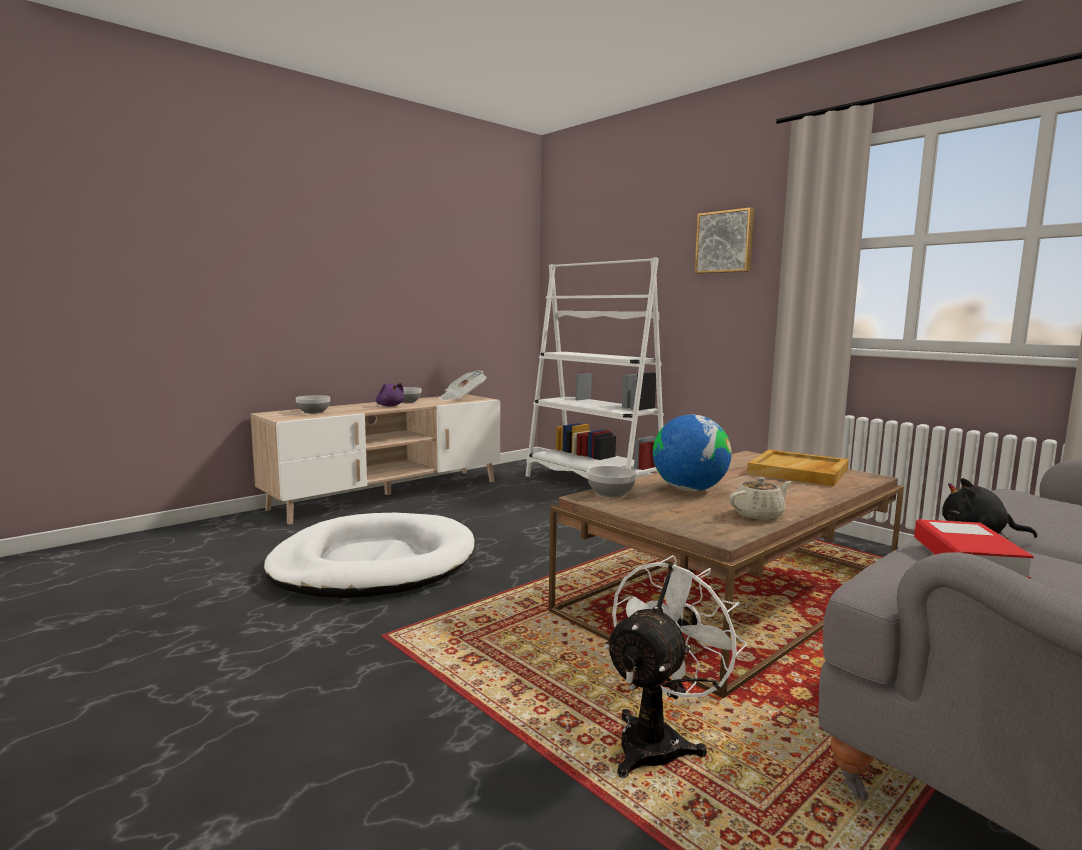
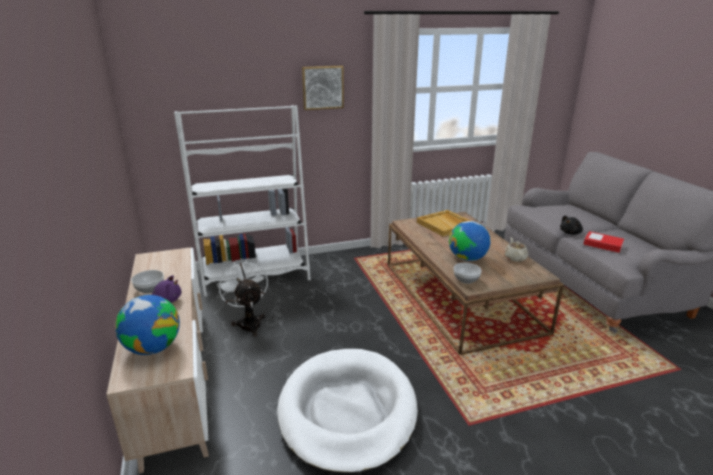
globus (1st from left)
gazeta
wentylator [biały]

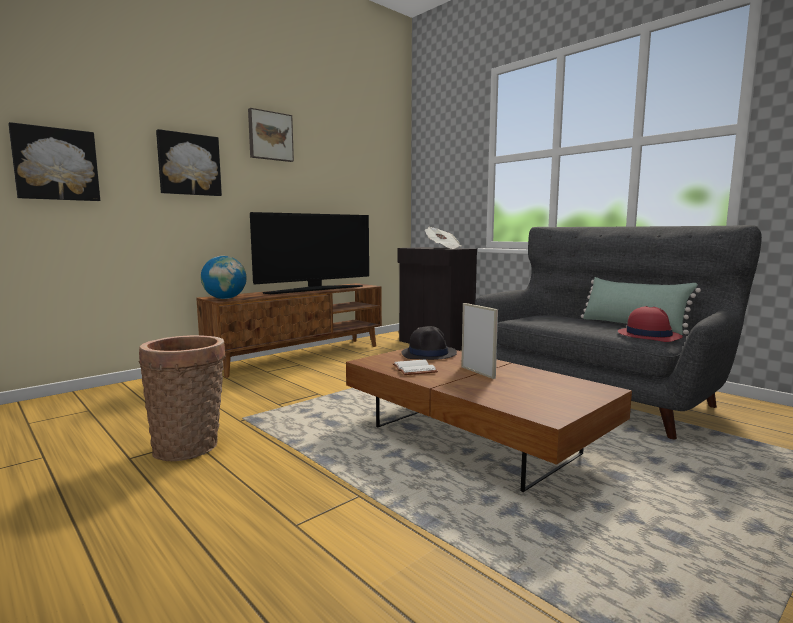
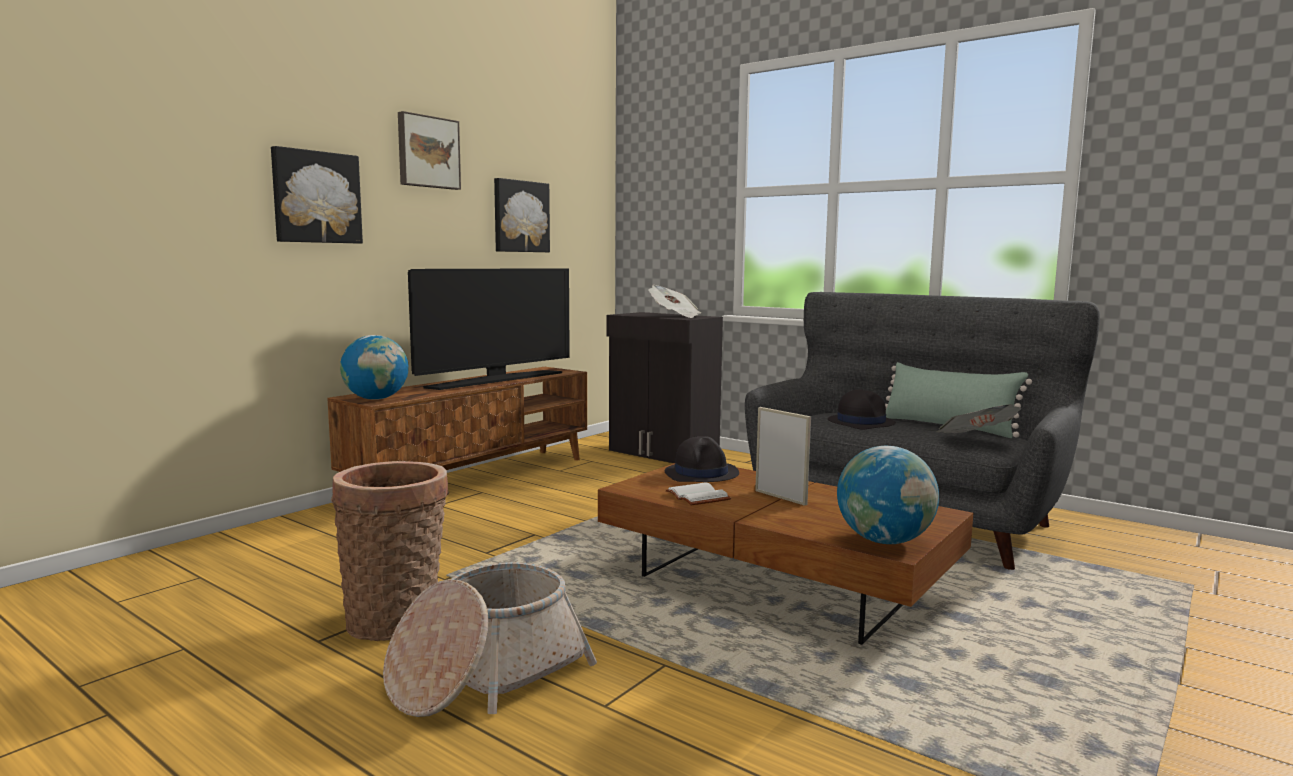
obraz (3rd from left)
gazeta (2nd from left)
koszyk (2nd from left)
kapelusz [czarny] (2nd from left)
globus (2nd from left)

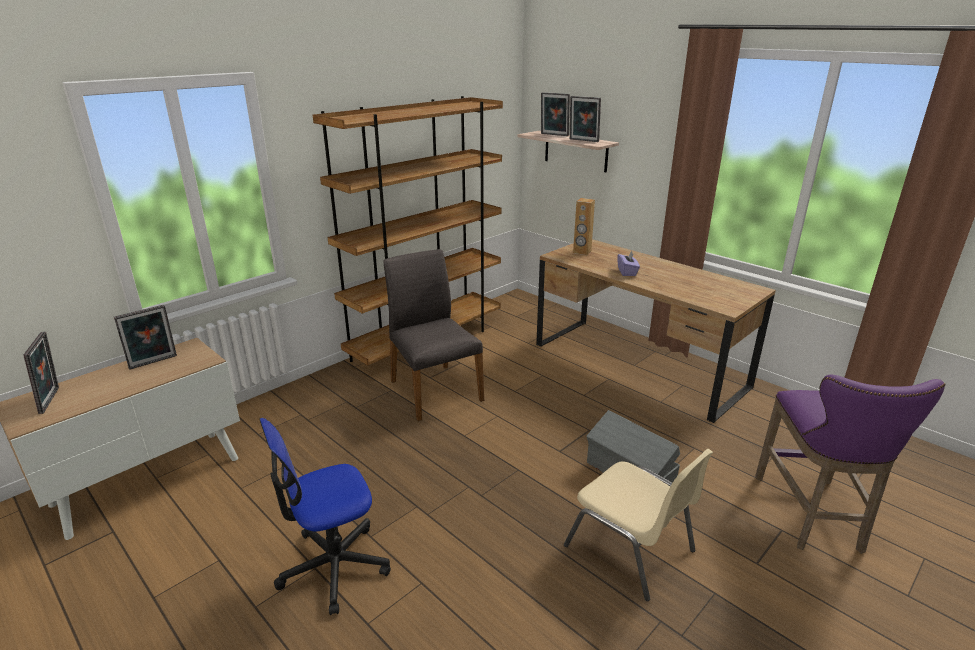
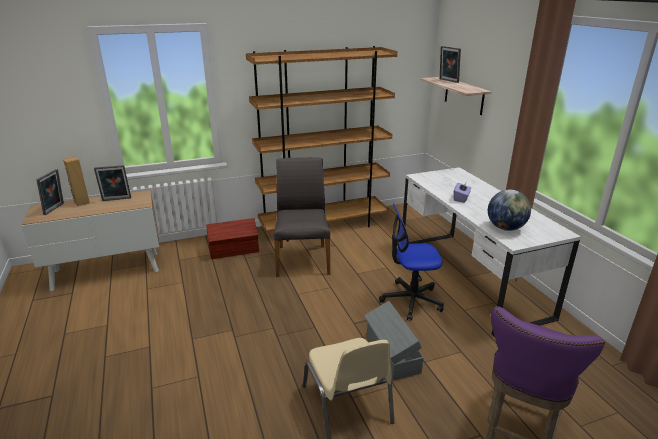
krzesło biurowe
biurko [biały]
ramka na zdjęcie (4th from left in the first image)
głośnik [brązowy]
pojemnik do przechowywania [brązowy]
globus

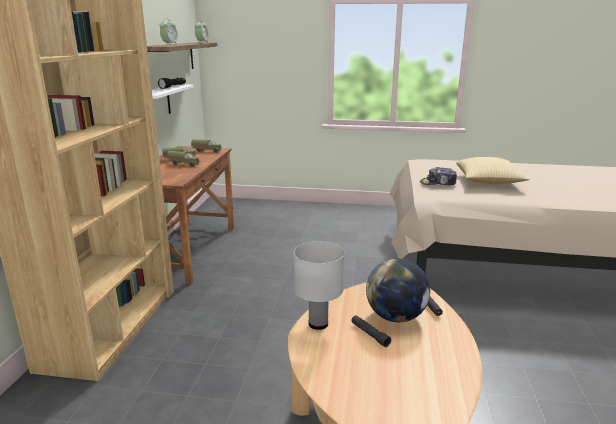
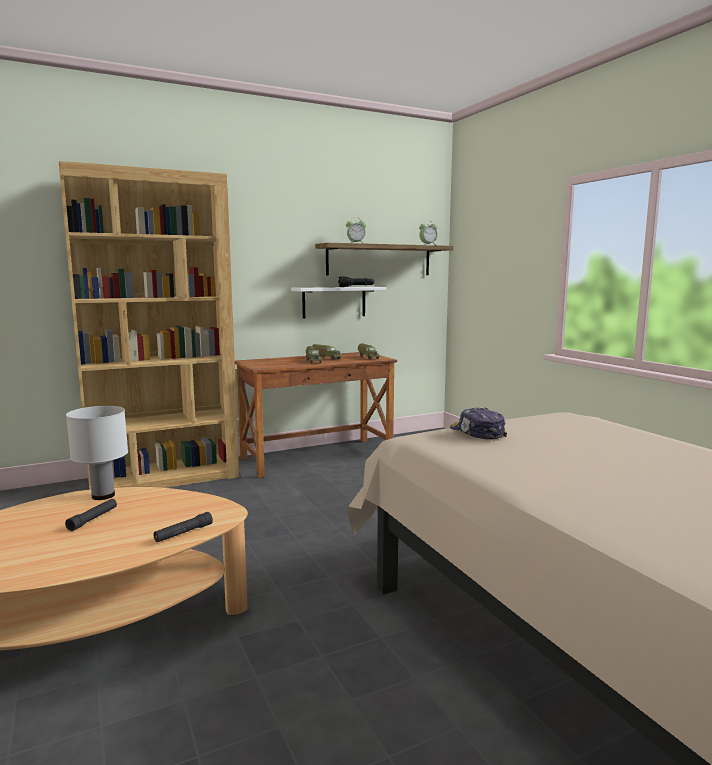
globus
poduszka

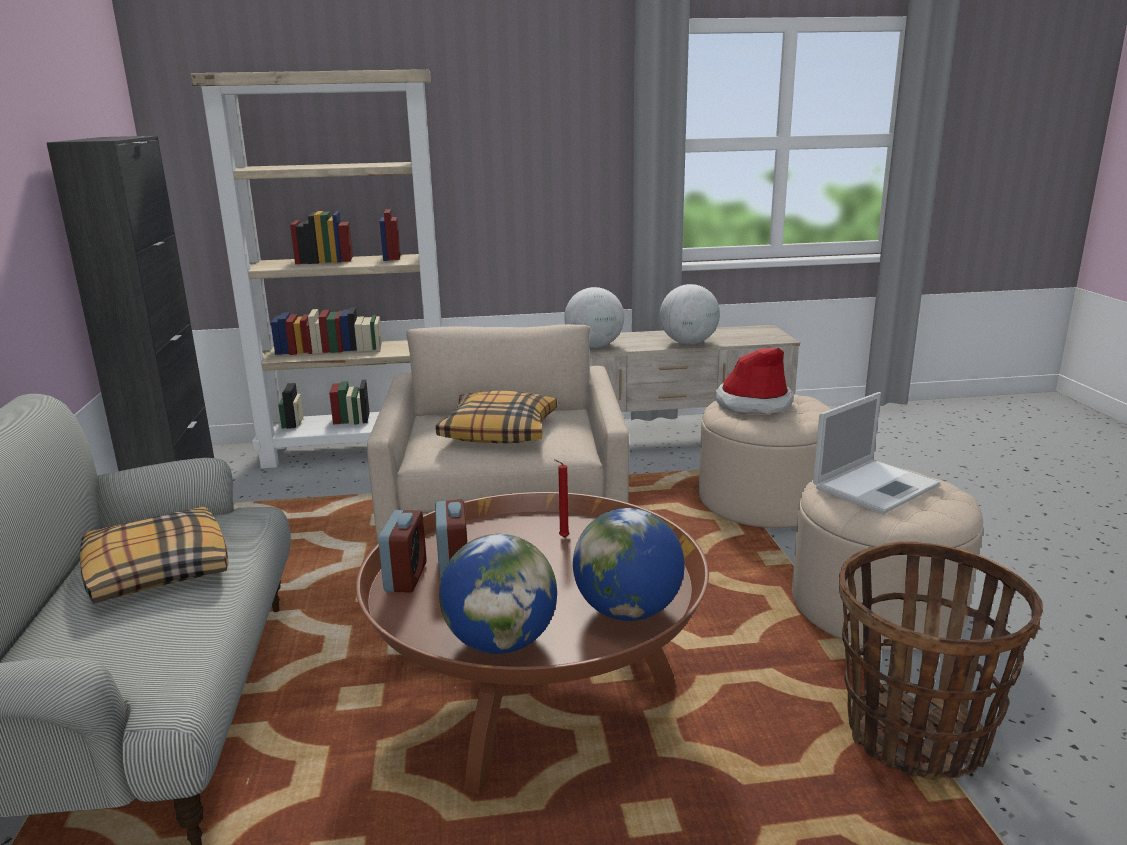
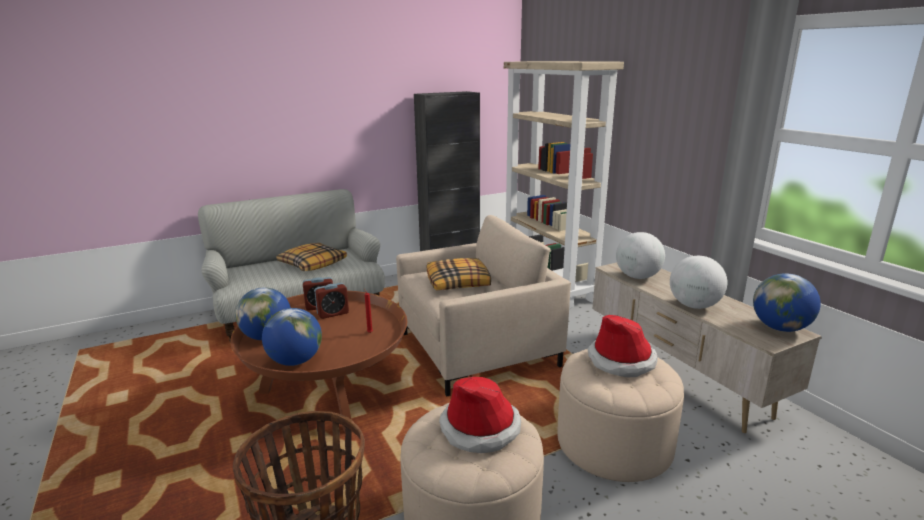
kapelusz (1st from left)
globus (5th from left)

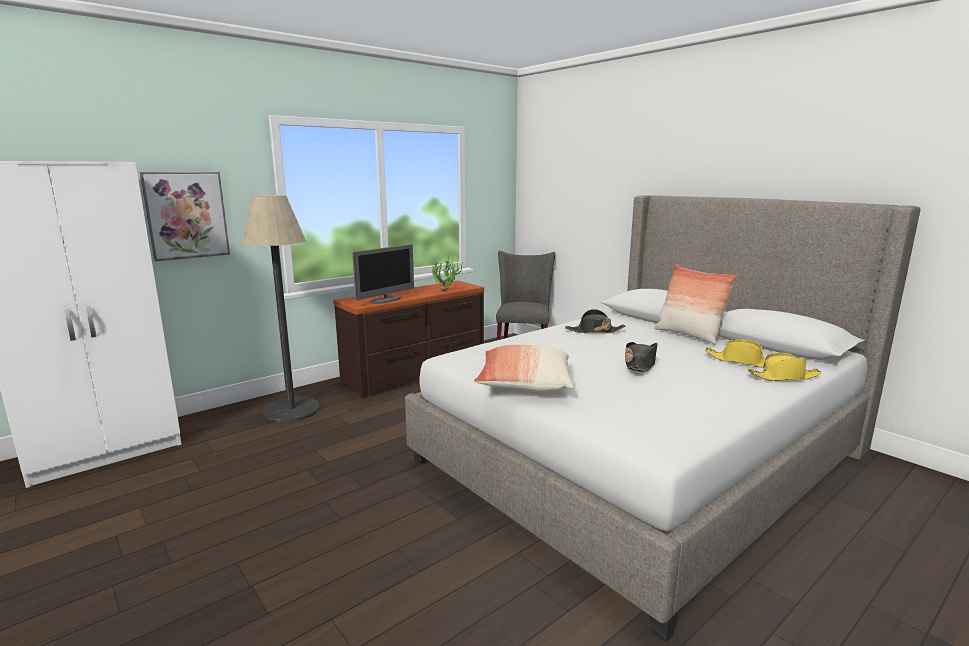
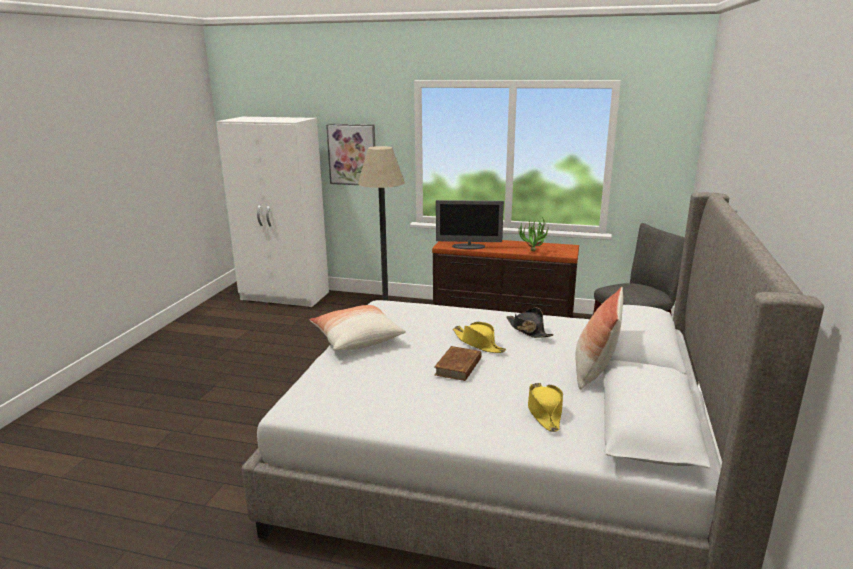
książka [brązowy]
kapelusz [żółty] (1st from left)

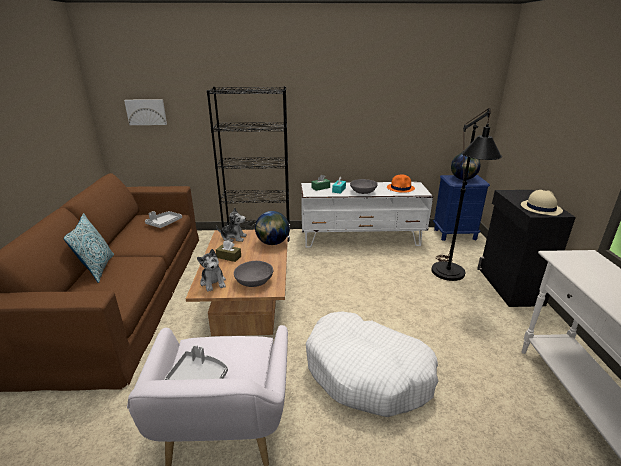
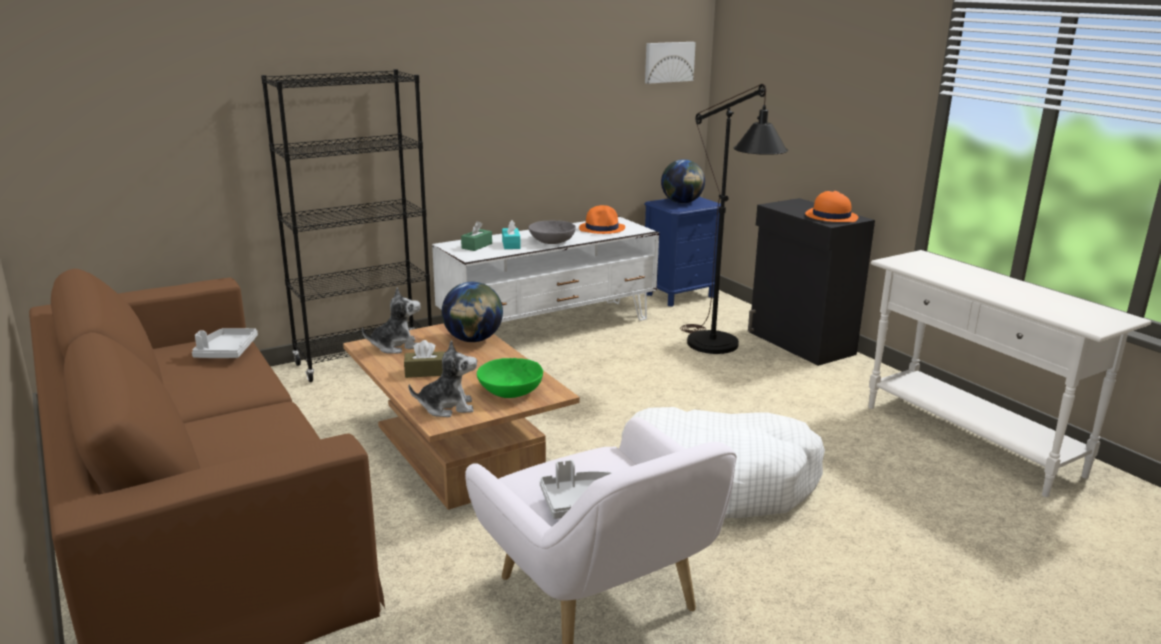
poduszka
obraz
pluszak (2nd from left)
miska [zielony]
kapelusz [pomarańczowy] (2nd from left)

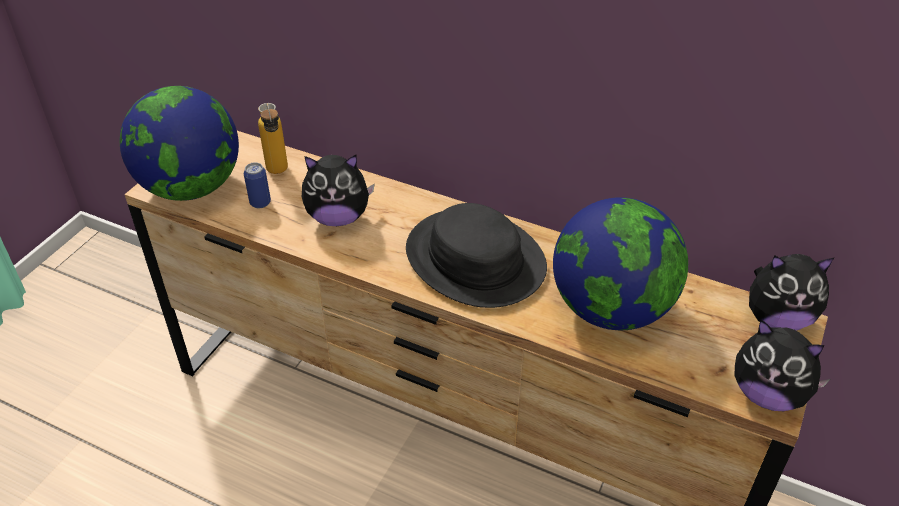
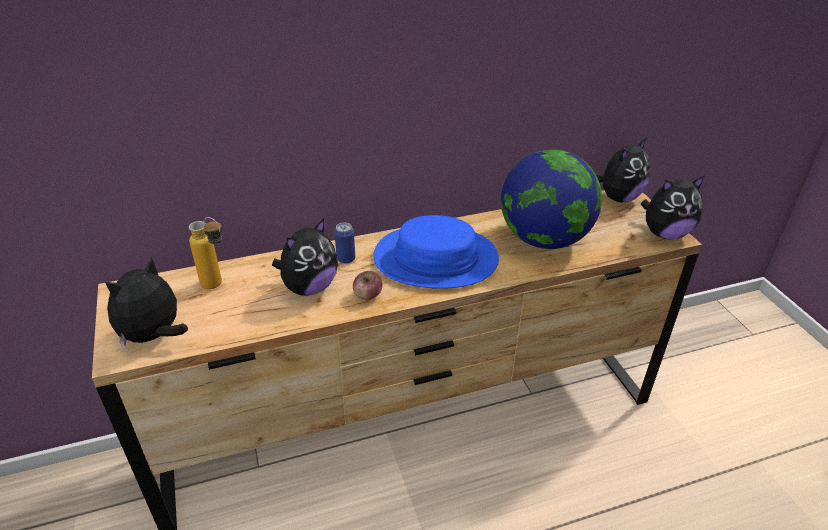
pluszak (1st from left)
puszka
kapelusz [niebieski]
jabłko

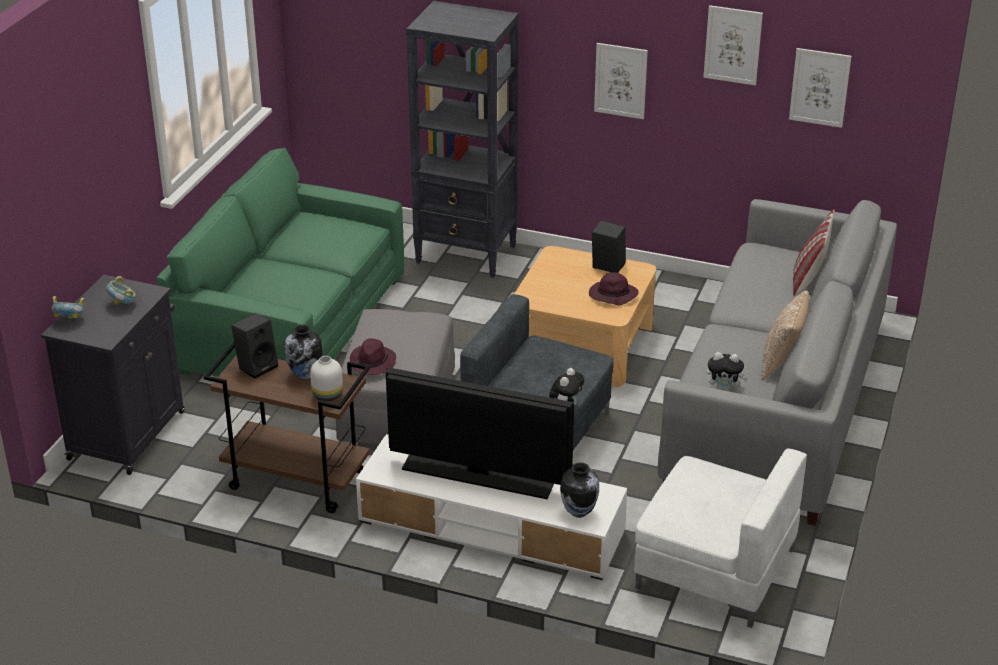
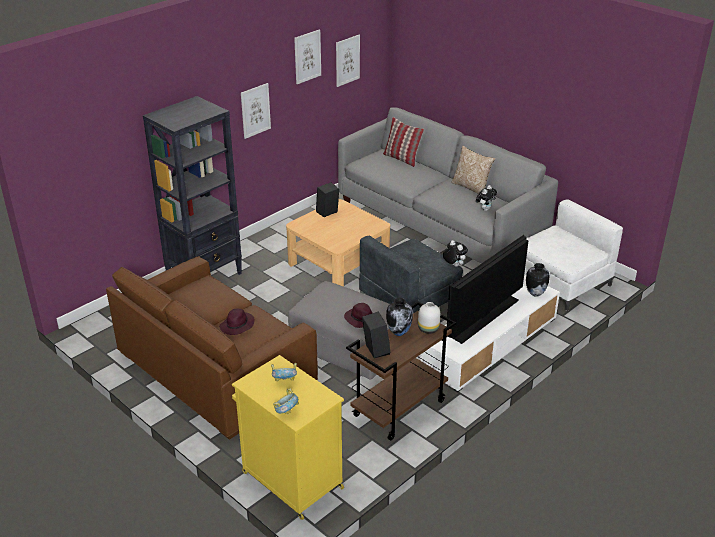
szafka [żółty]
kanapa [brązowy]
kapelusz [fioletowy] (1st from left)

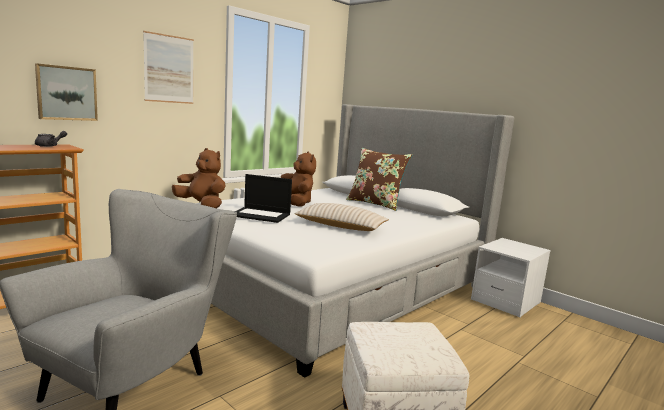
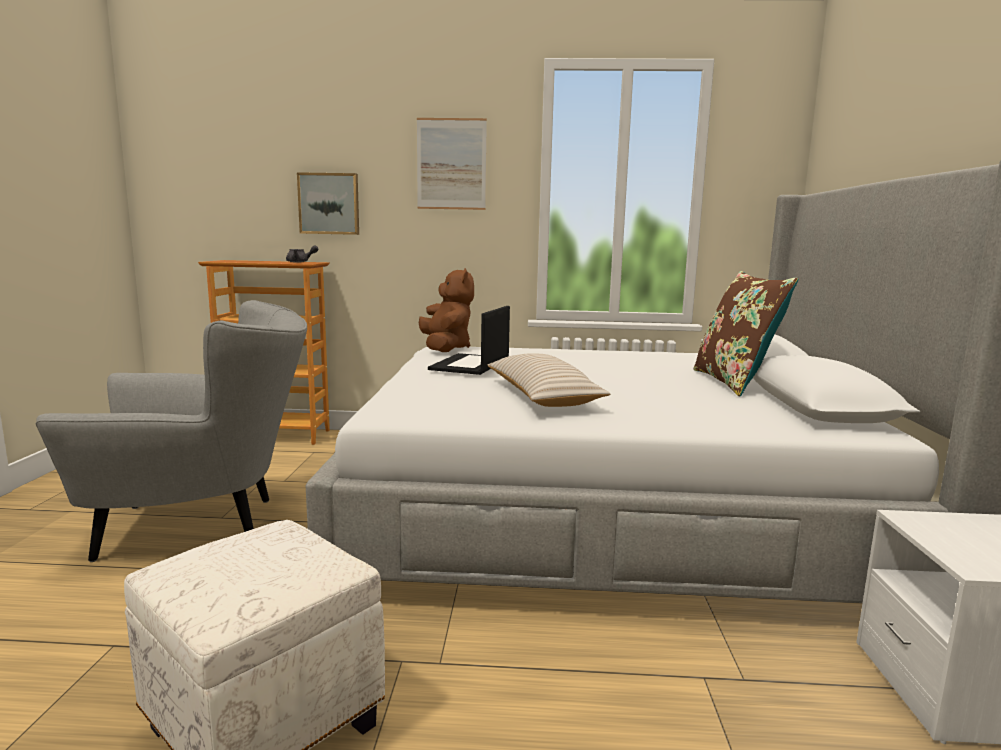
laptop
pluszak [brązowy] (2nd from left in the first image)

